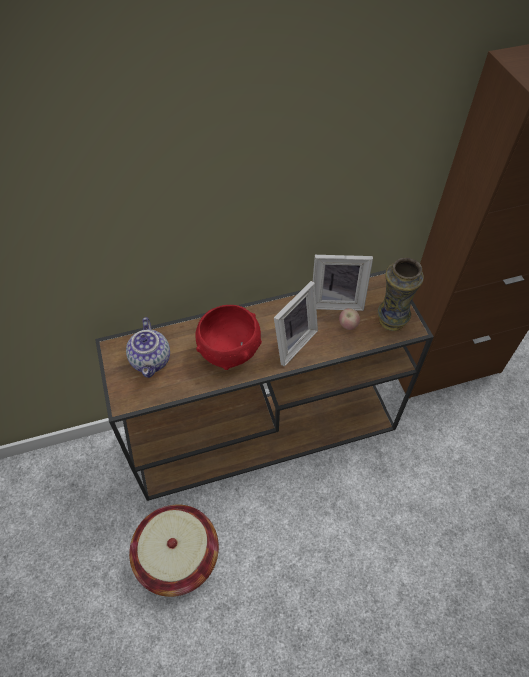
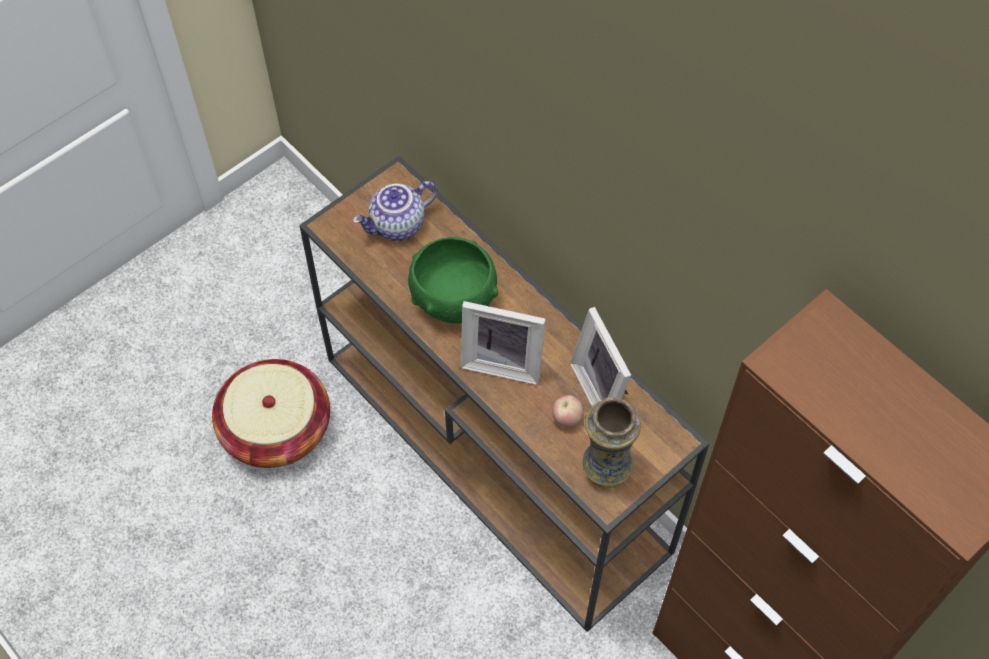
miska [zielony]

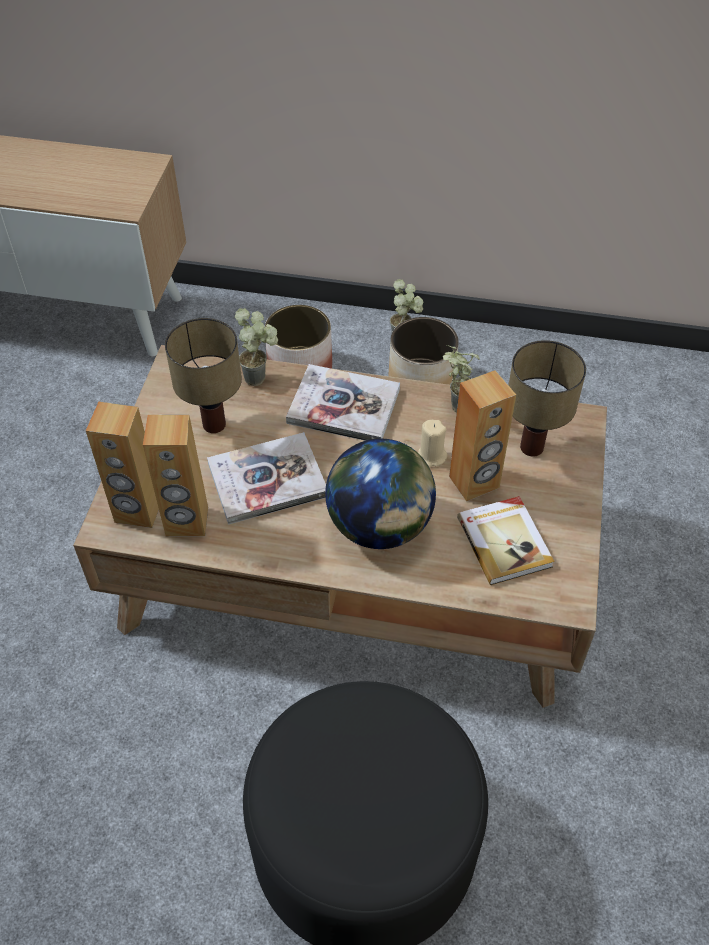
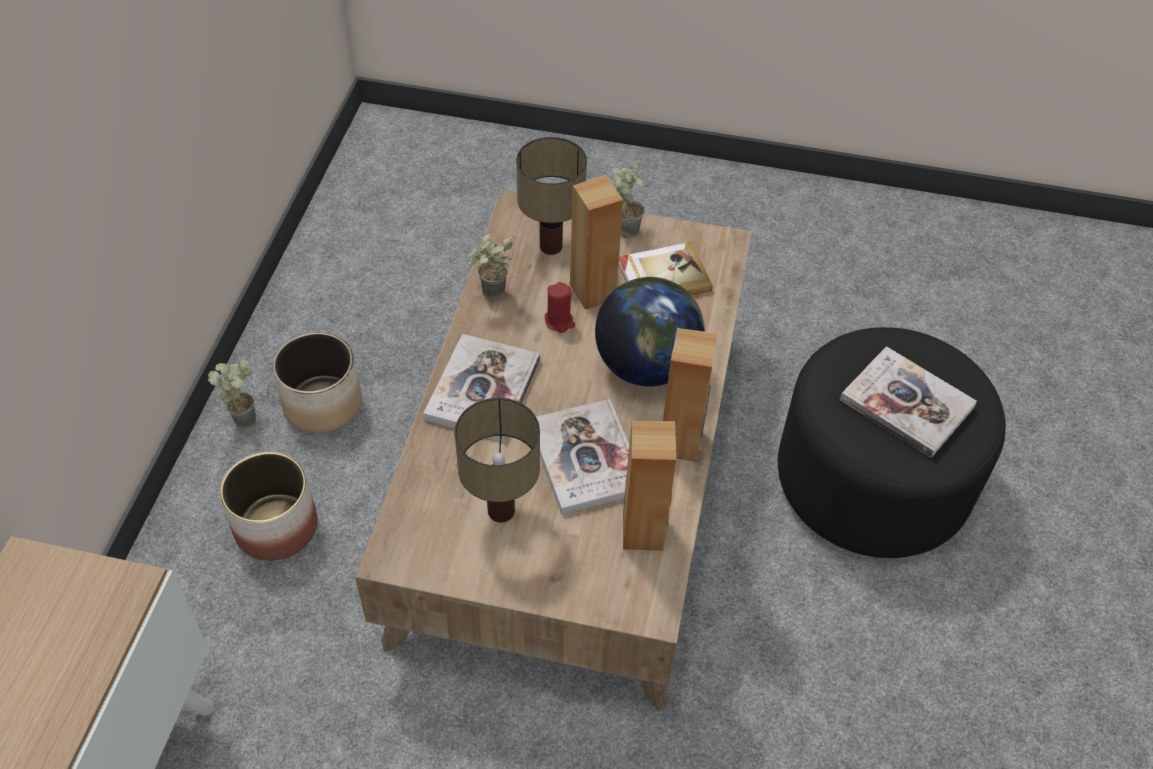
głośnik [brązowy] (3rd from left)
roślina doniczkowa (3rd from left)
świeca [czerwony]
książka (4th from left)

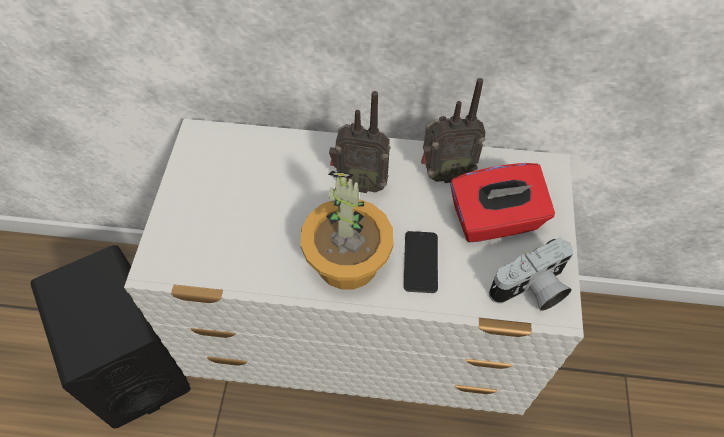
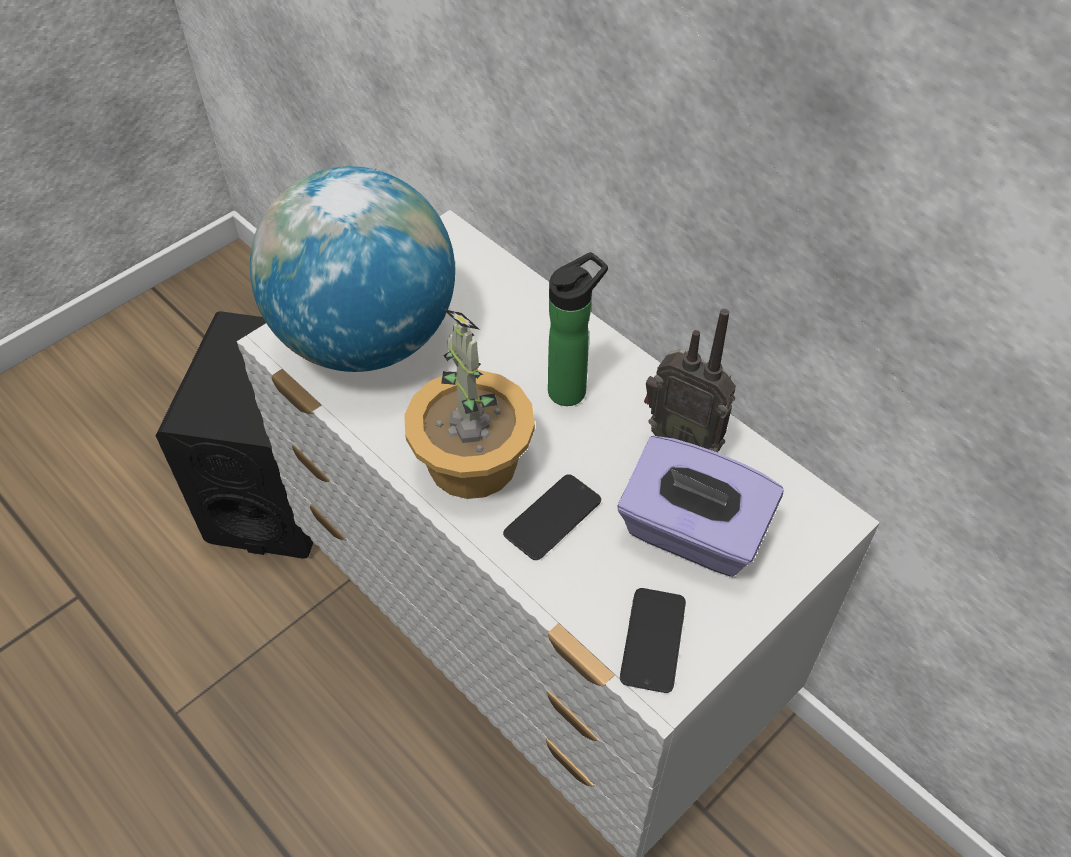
butelka
pudełko chusteczek [fioletowy]
telefon (2nd from left)
globus

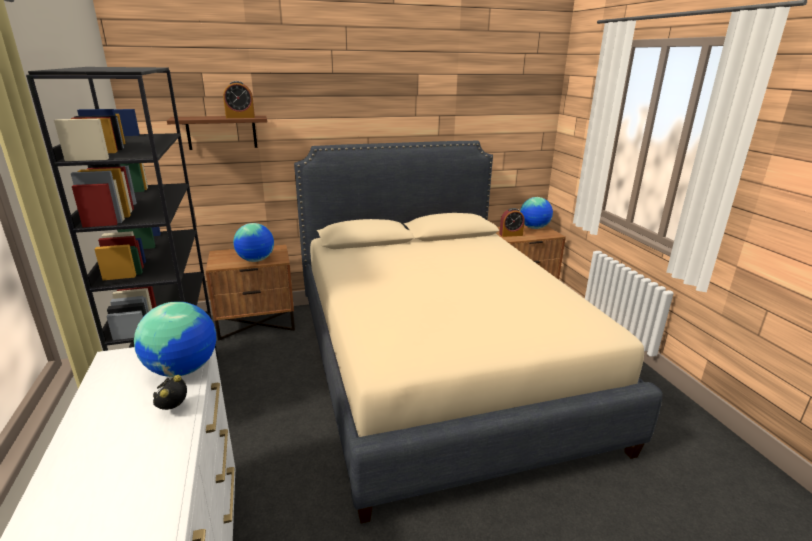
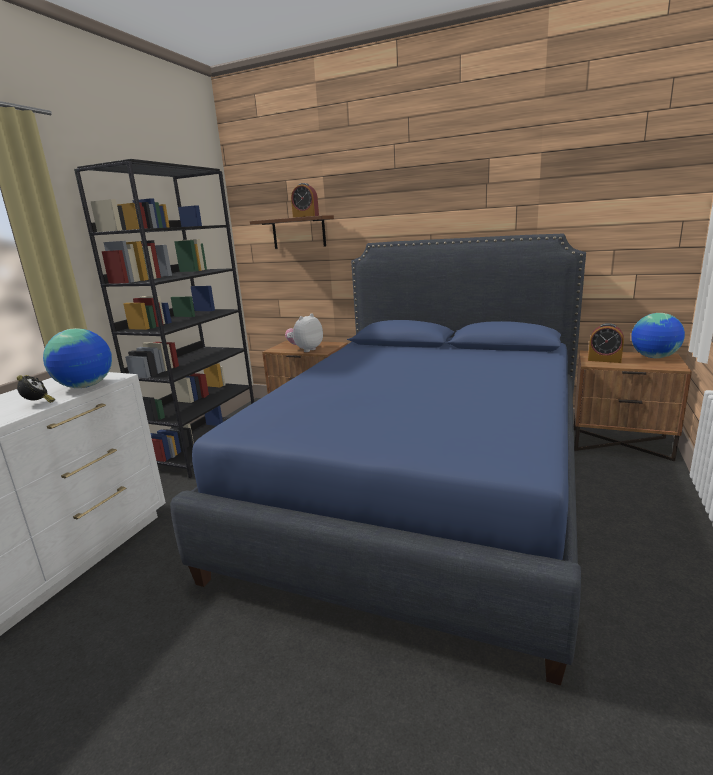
budzik (1st from left)
pluszak
łóżko [niebieski]

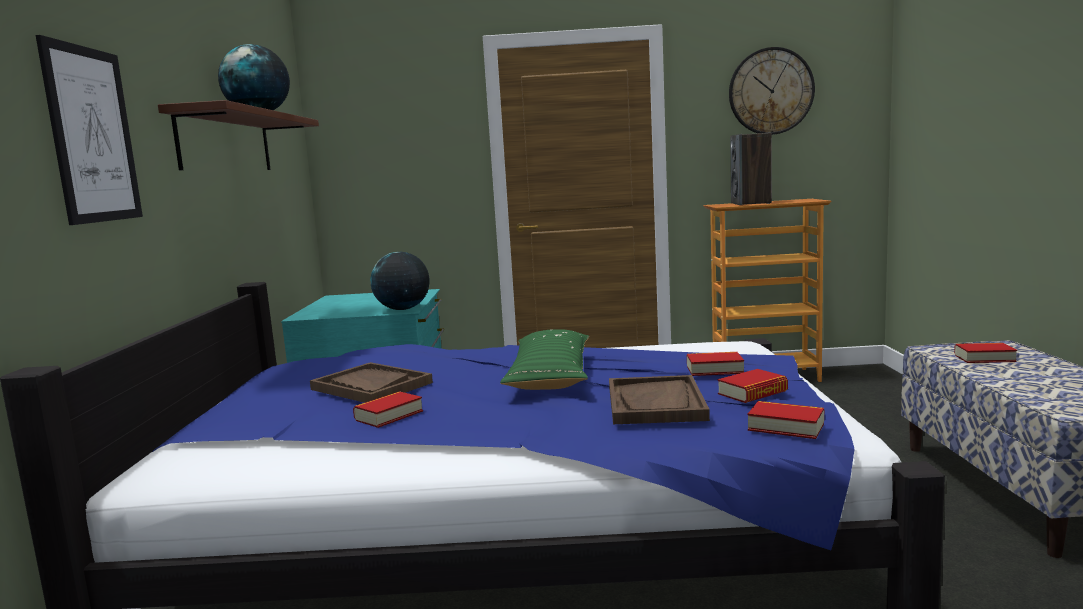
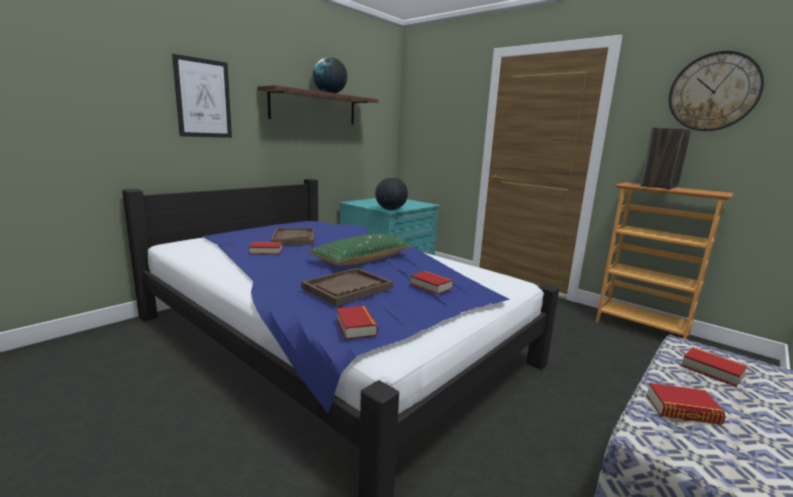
książka (4th from left)

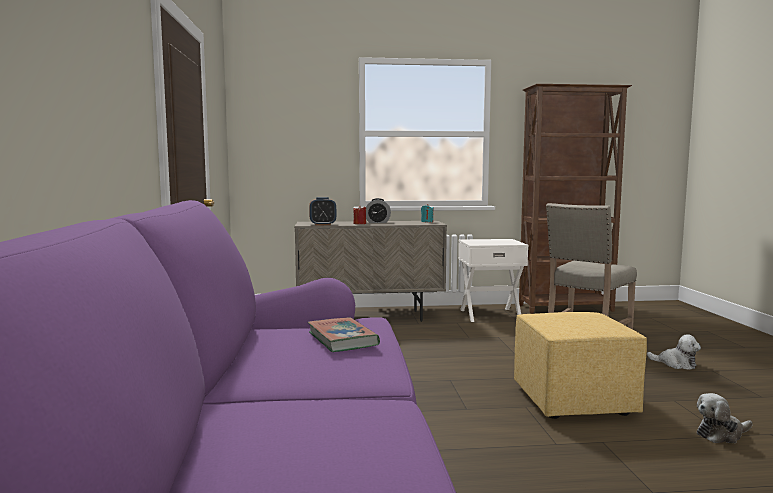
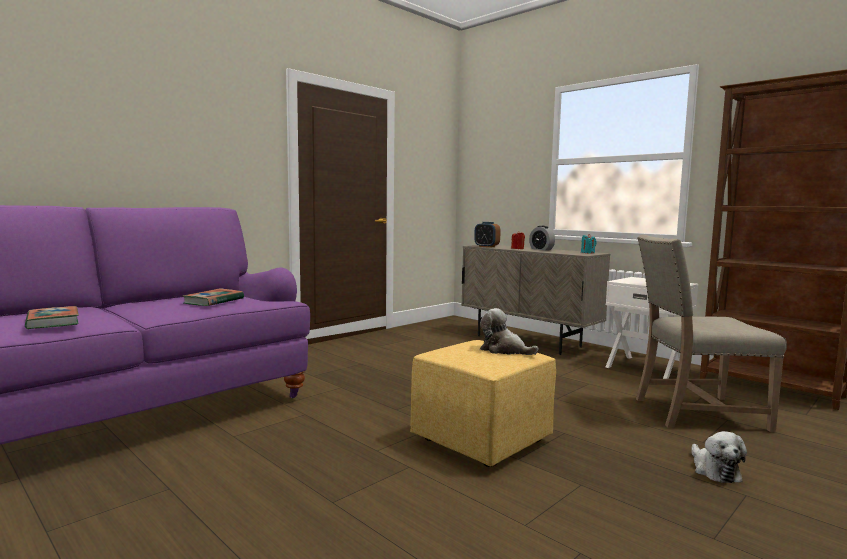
pluszak (1st from left)
książka (1st from left)

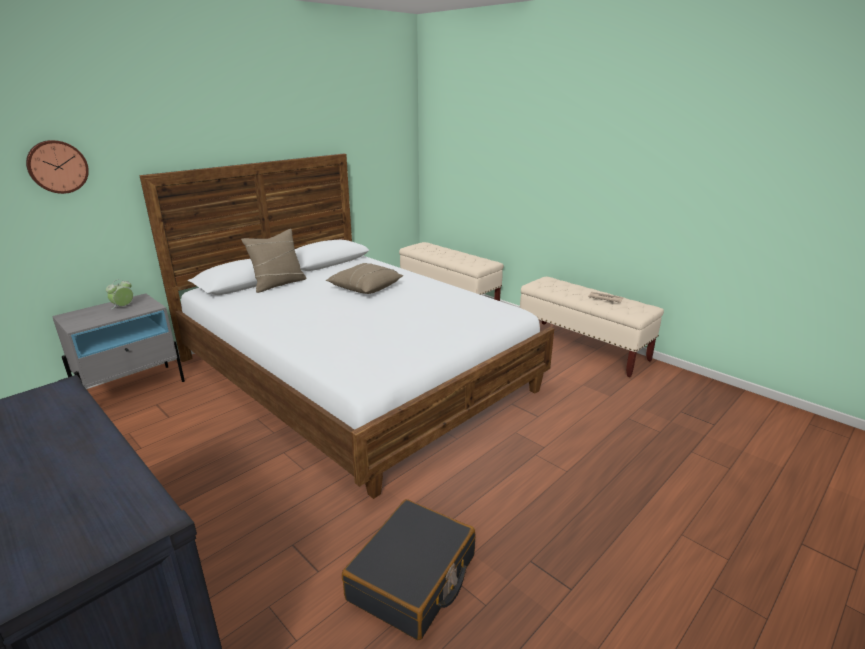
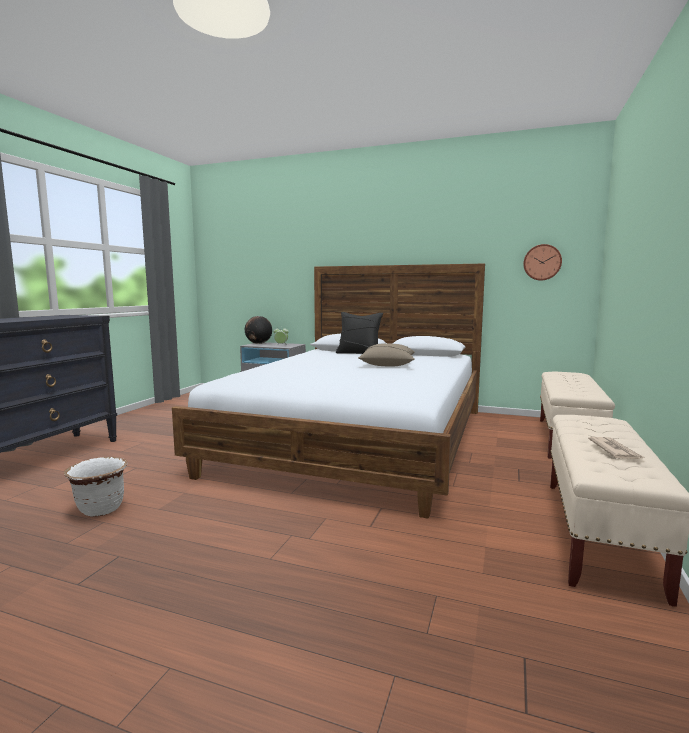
zegar ścienny
poduszka [czarny]
donica [biały]
globus

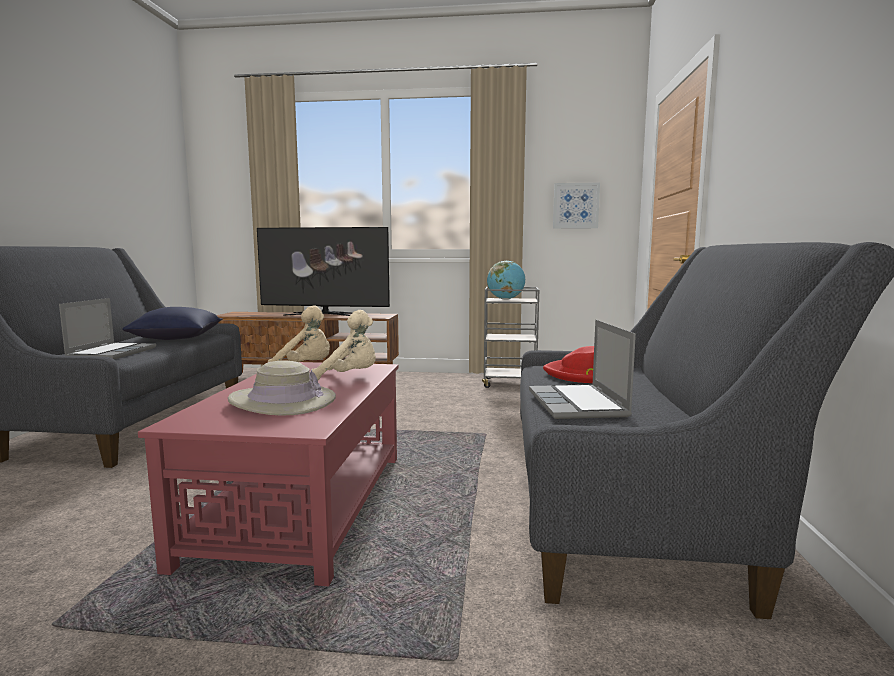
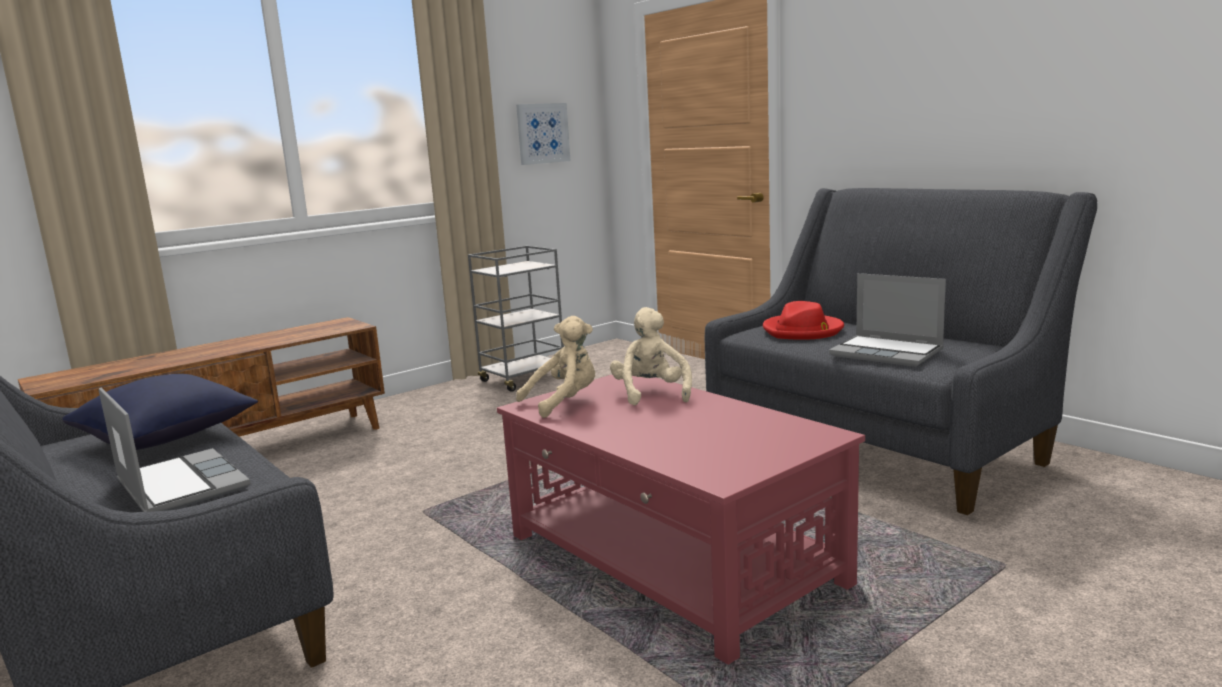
kapelusz [beżowy]
telewizor
pluszak [beżowy] (2nd from left)
globus

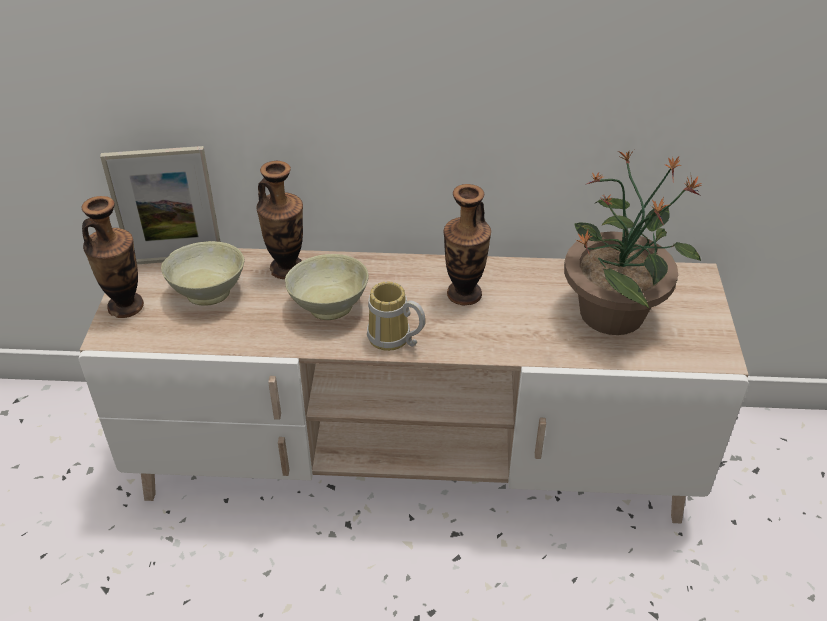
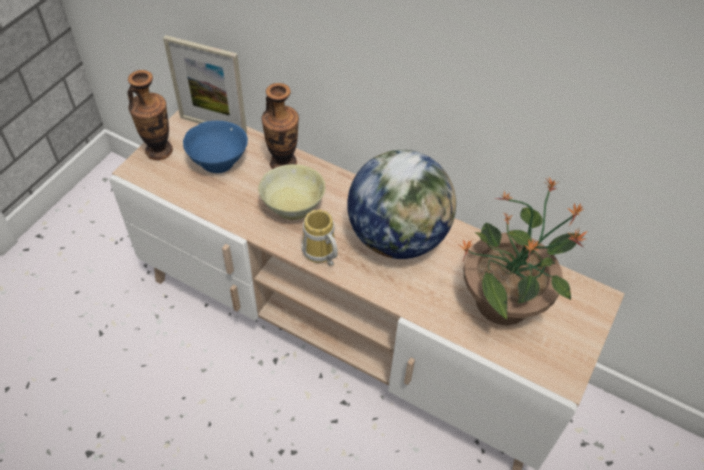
miska [niebieski]
globus

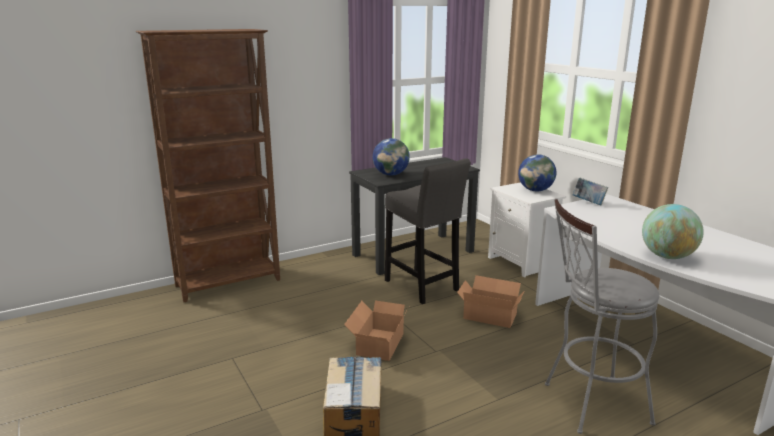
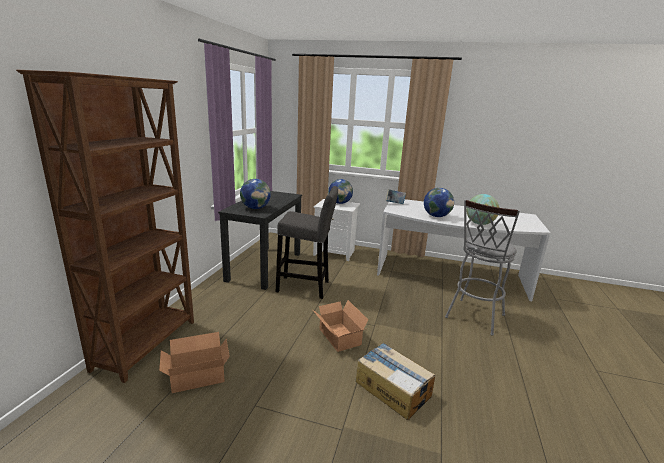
karton (1st from left)
globus (3rd from left)

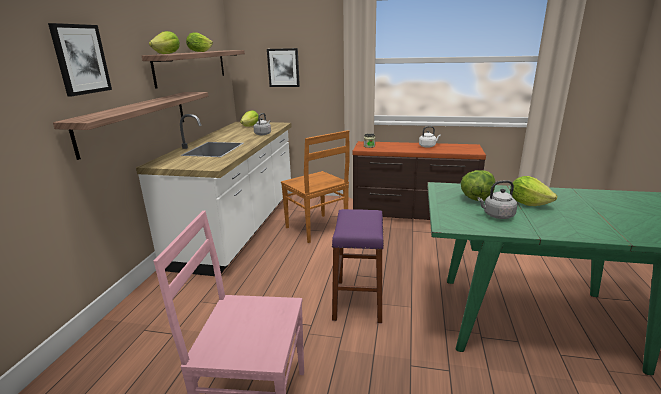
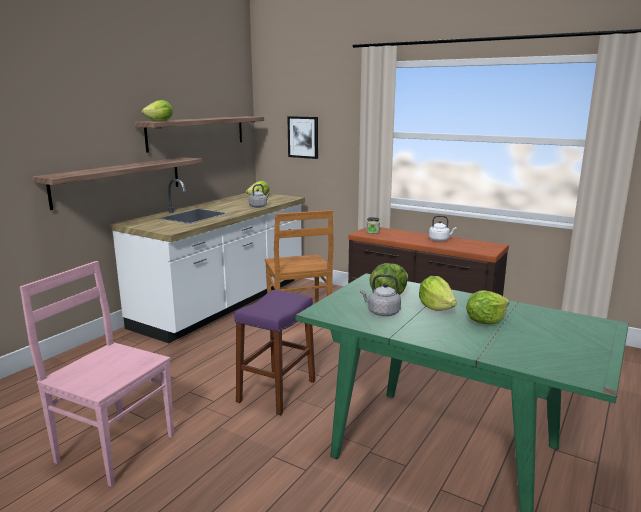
obraz (1st from left in the first image)
sałata (5th from left)

